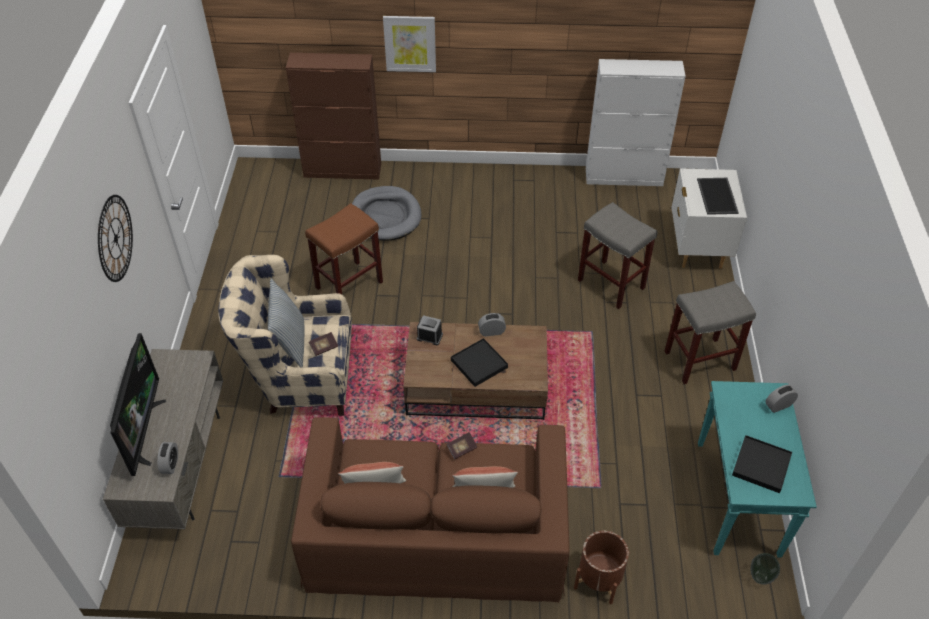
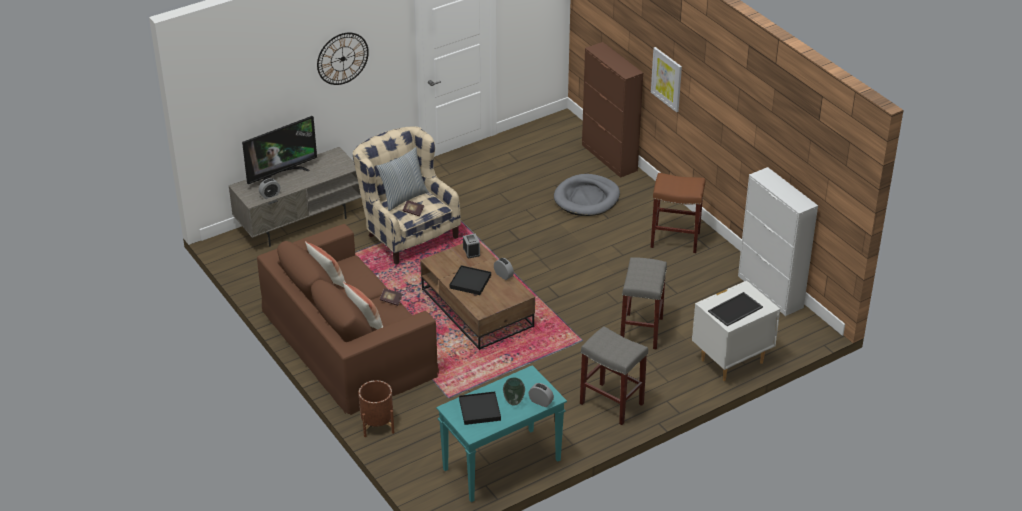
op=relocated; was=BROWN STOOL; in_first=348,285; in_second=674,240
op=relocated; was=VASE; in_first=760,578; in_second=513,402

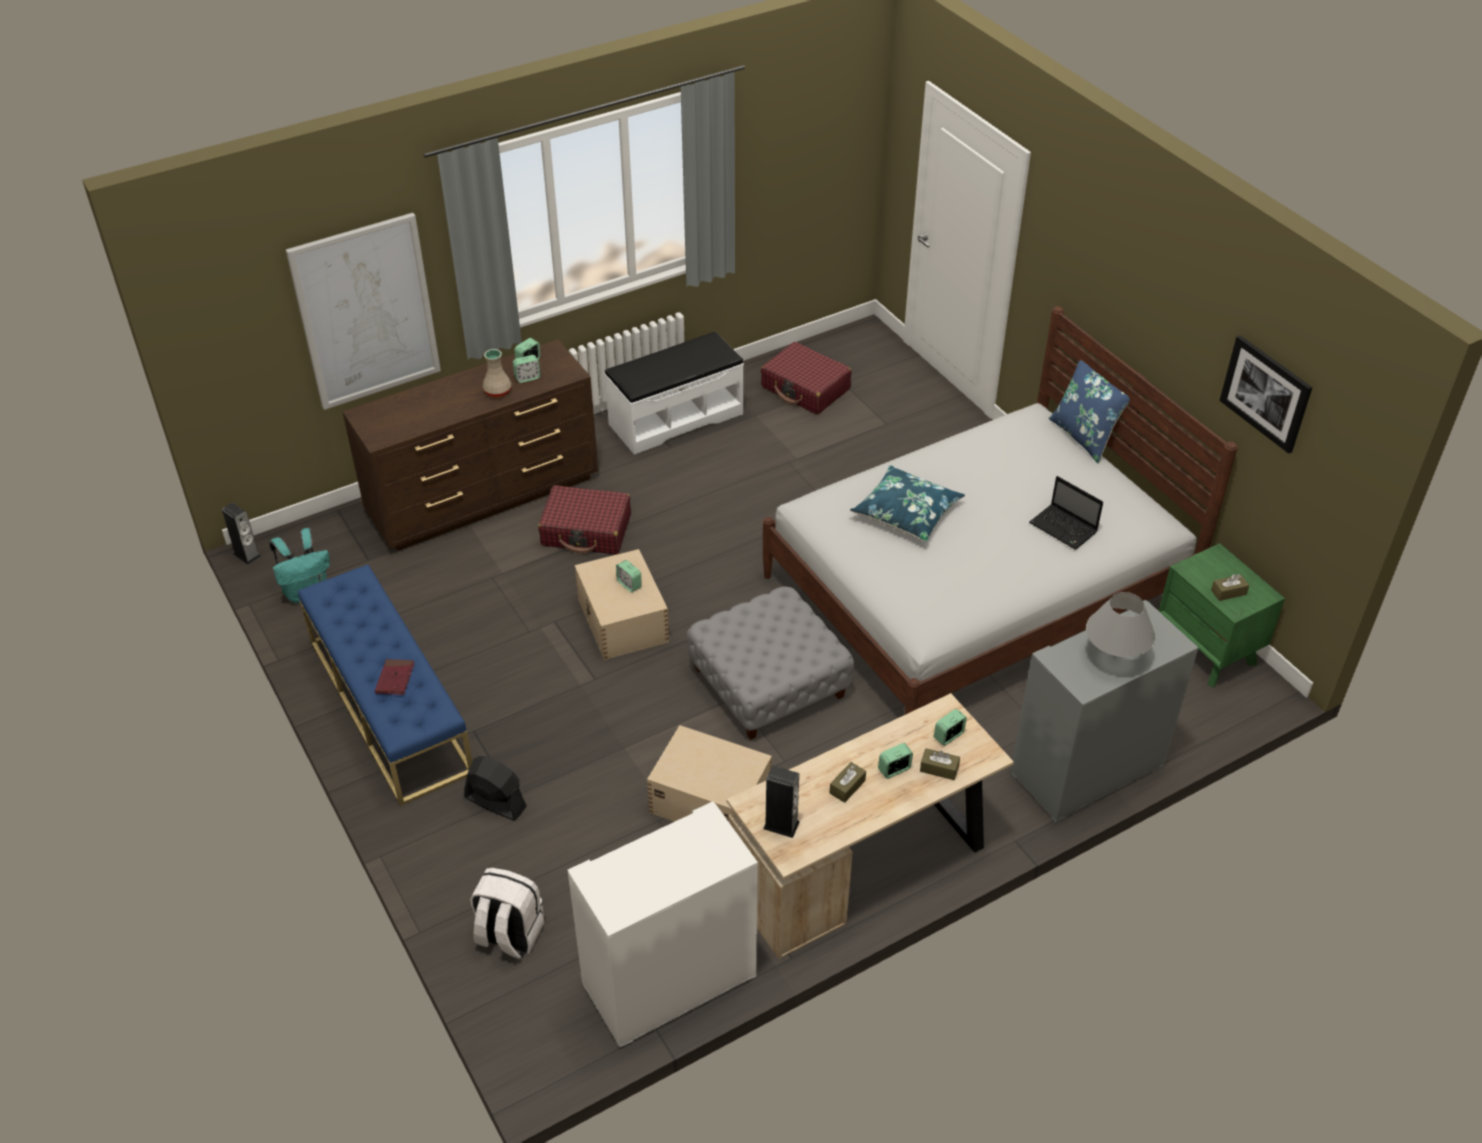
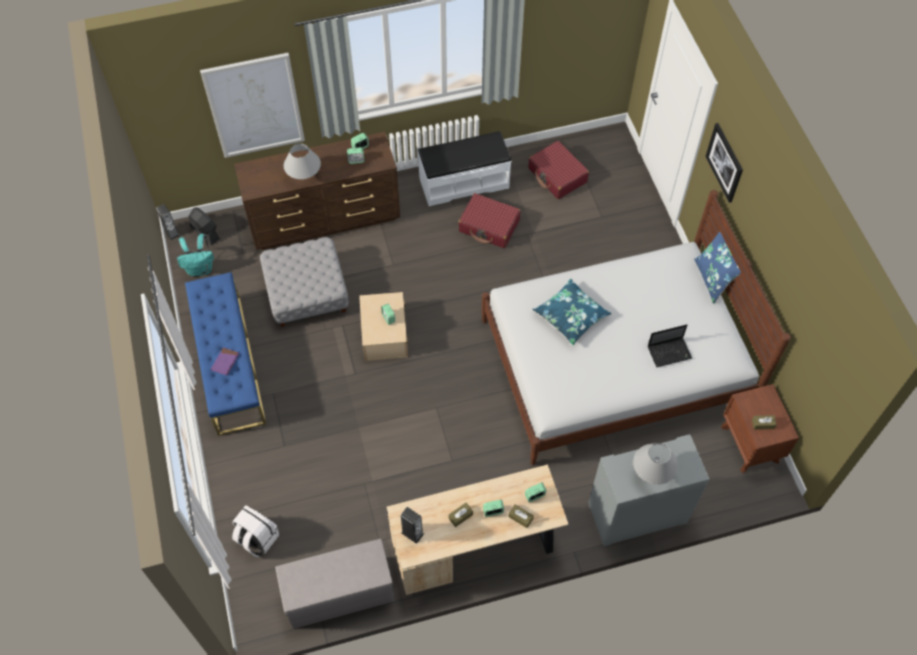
op=missing; was=BEIGE VASE; in_first=497,392
op=missing; was=BEIGE STORAGE BOX; in_first=709,800
op=appeared; now=GREY TABLE LAMP; in_second=304,177
op=relocated; was=BLACK FAN; in_first=495,802; in_second=205,232
op=relocated; was=RED SUITCASE; in_first=586,530; in_second=489,226
op=relocated; was=GREY OTTOMAN; in_first=769,682; in_second=307,292
op=relocated; was=PICTURE; in_first=1266,393; in_second=725,162
op=exchanged; was=WHITE CABINET; now=GREY BENCH; in_first=669,983; in_second=338,594
op=colour; was=RED BOOK; now=PURPLE BOOK; in_first=395,679; in_second=225,362
op=colour; was=GREEN NIGHTSTAND; now=BROWN NIGHTSTAND; in_first=1207,650; in_second=750,444
op=spun; was=LAPTOP; in_first=1064,528; in_second=670,352; clockwise=-75

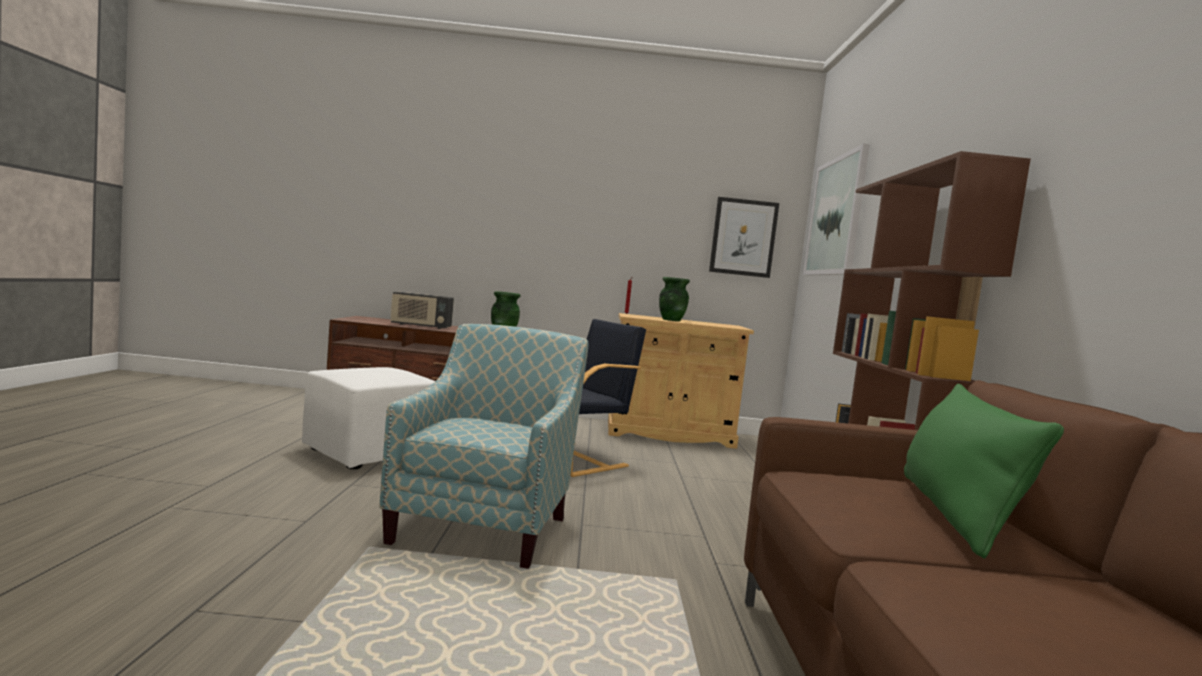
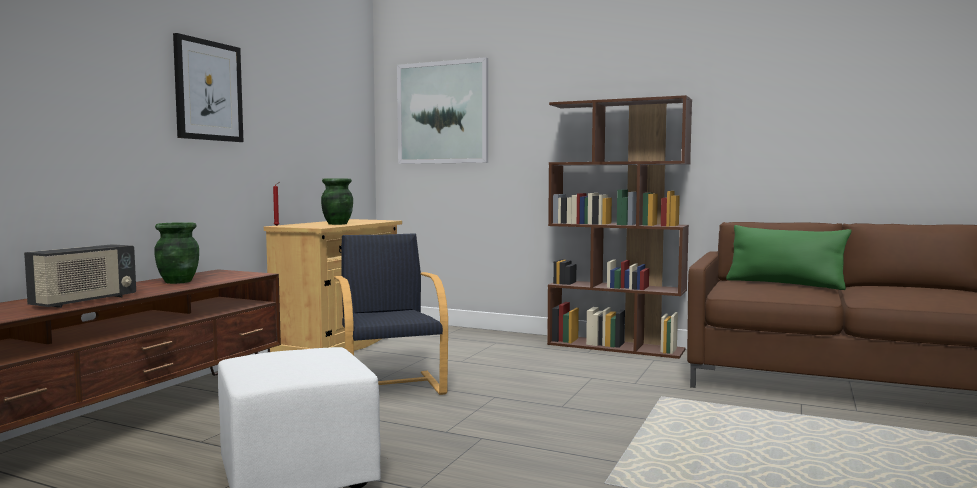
op=missing; was=ARMCHAIR; in_first=485,523
op=relocated; was=PICTURE; in_first=743,237; in_second=208,91

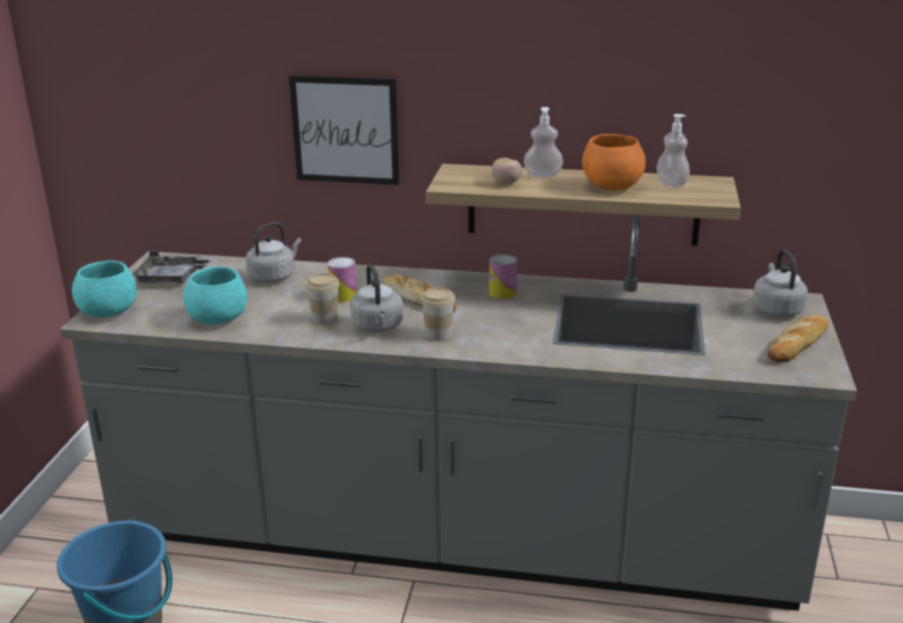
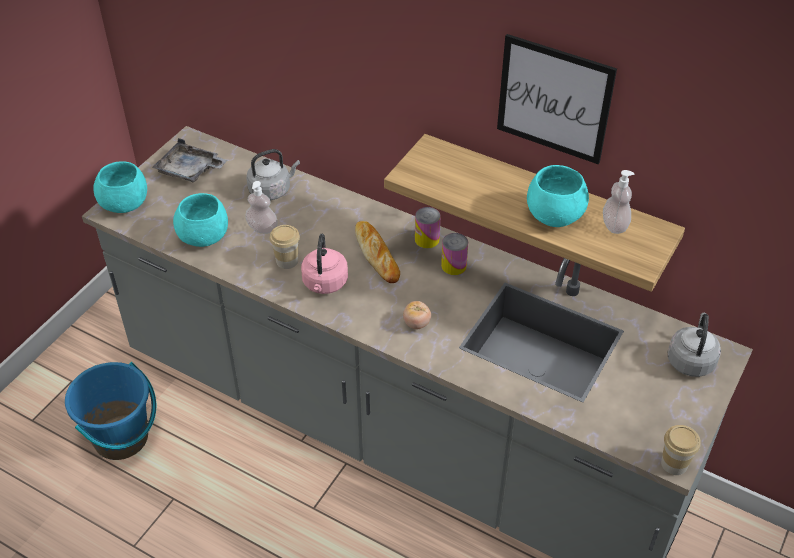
op=missing; was=BREAD; in_first=798,343
op=relocated; was=PICTURE; in_first=345,130; in_second=554,99
op=relocated; was=CAN; in_first=343,296; in_second=427,239
op=relocated; was=CUP; in_first=438,334; in_second=674,464
op=relocated; was=TOMATO; in_first=506,183; in_second=416,323
op=relocated; was=SOAP DISPENSER; in_first=542,175; in_second=262,228
op=colour; was=GREY KETTLE; now=PINK KETTLE; in_first=378,327; in_second=325,284
op=colour; was=ORANGE BOWL; now=TURQUOISE BOWL; in_first=612,186; in_second=555,215

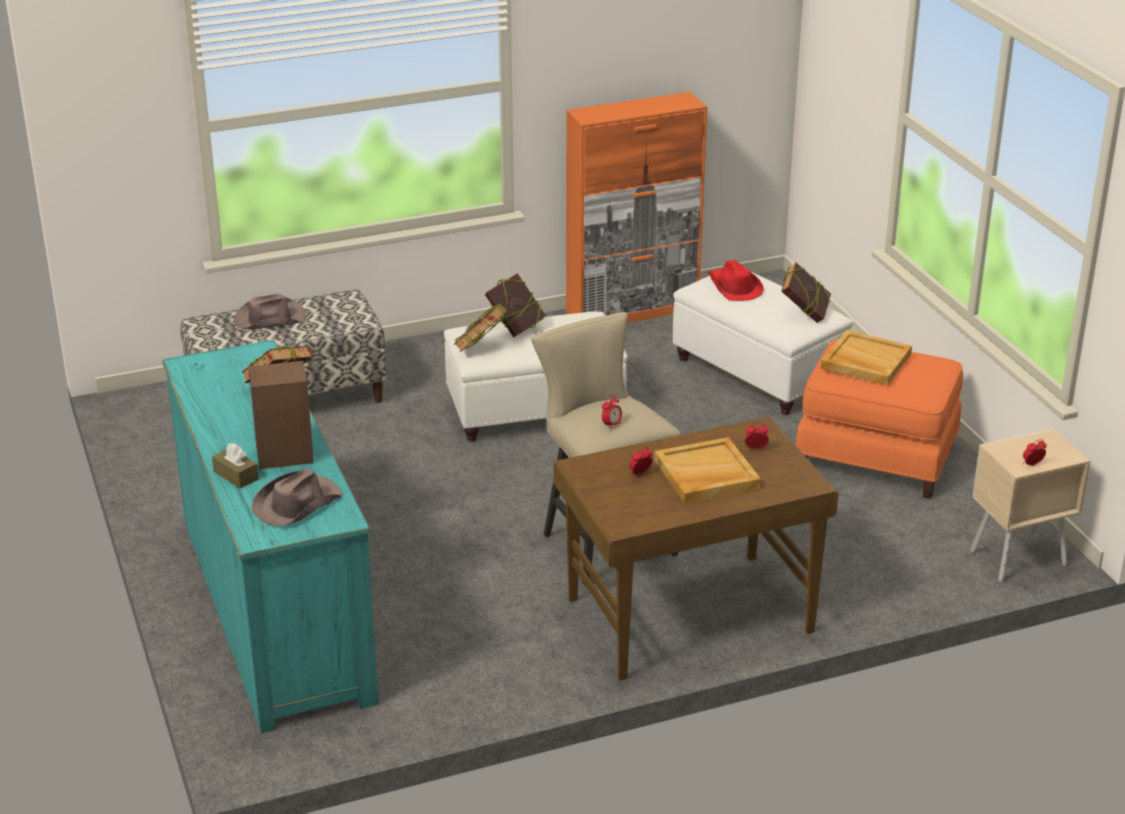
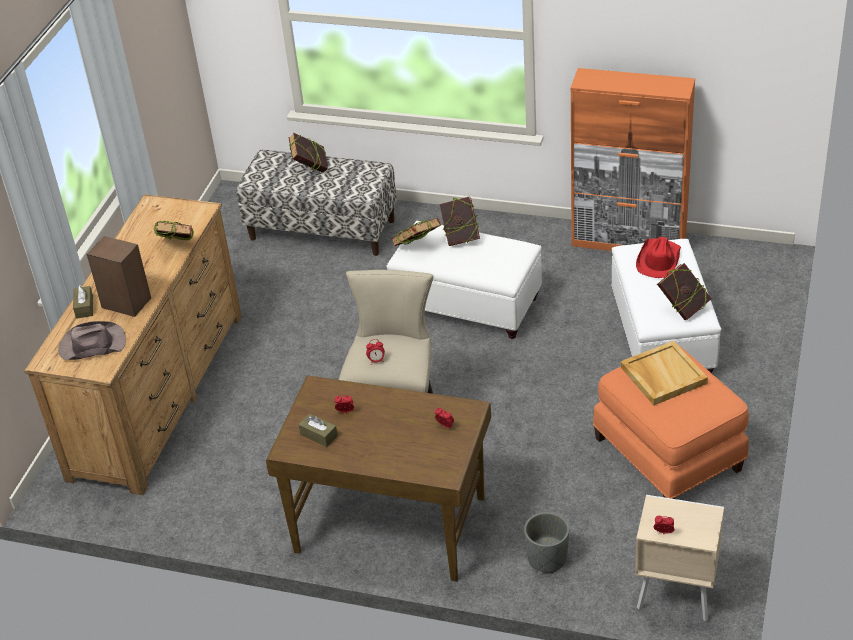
op=missing; was=BEIGE TRAY; in_first=706,474
op=appeared; now=BROWN TISSUE BOX; in_second=319,435
op=appeared; now=GREY PLANTER; in_second=547,558
op=exchanged; was=BROWN HAT; now=BOOK; in_first=268,318; in_second=310,169
op=colour; was=TURQUOISE DRESSER; now=BROWN DRESSER; in_first=275,608; in_second=158,394

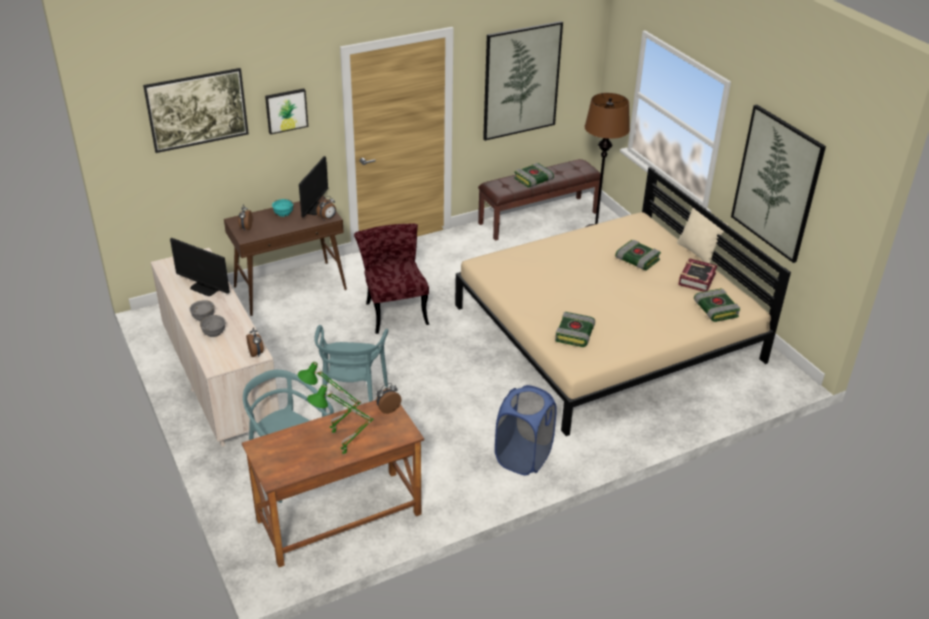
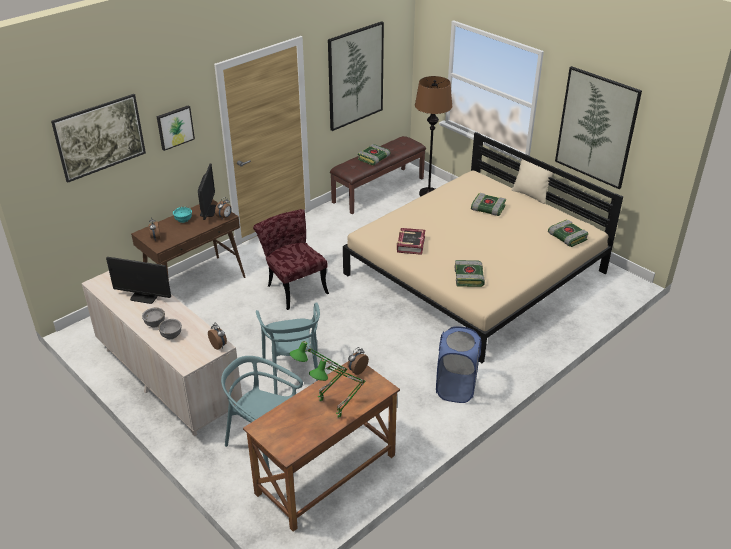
op=relocated; was=BOOK; in_first=696,279; in_second=410,244

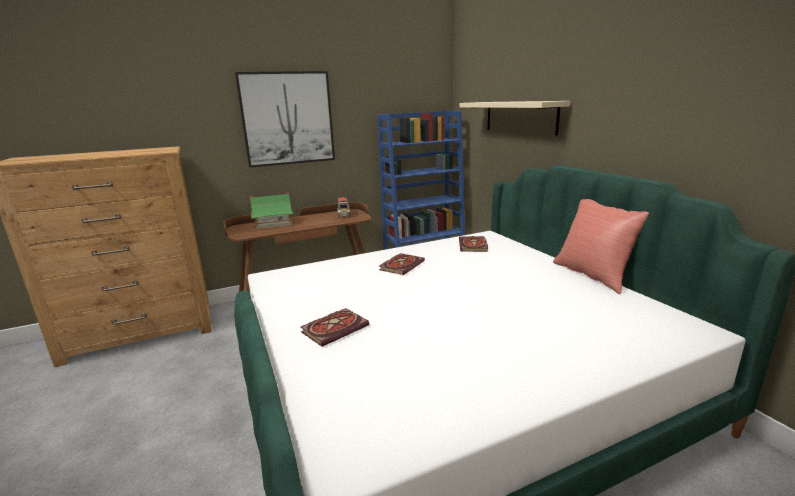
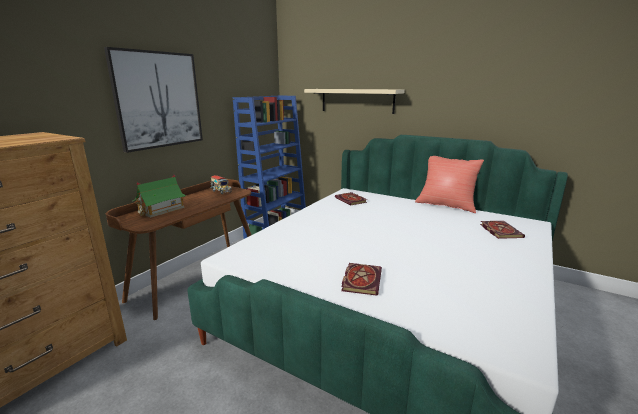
op=relocated; was=BOOK; in_first=401,265; in_second=499,230

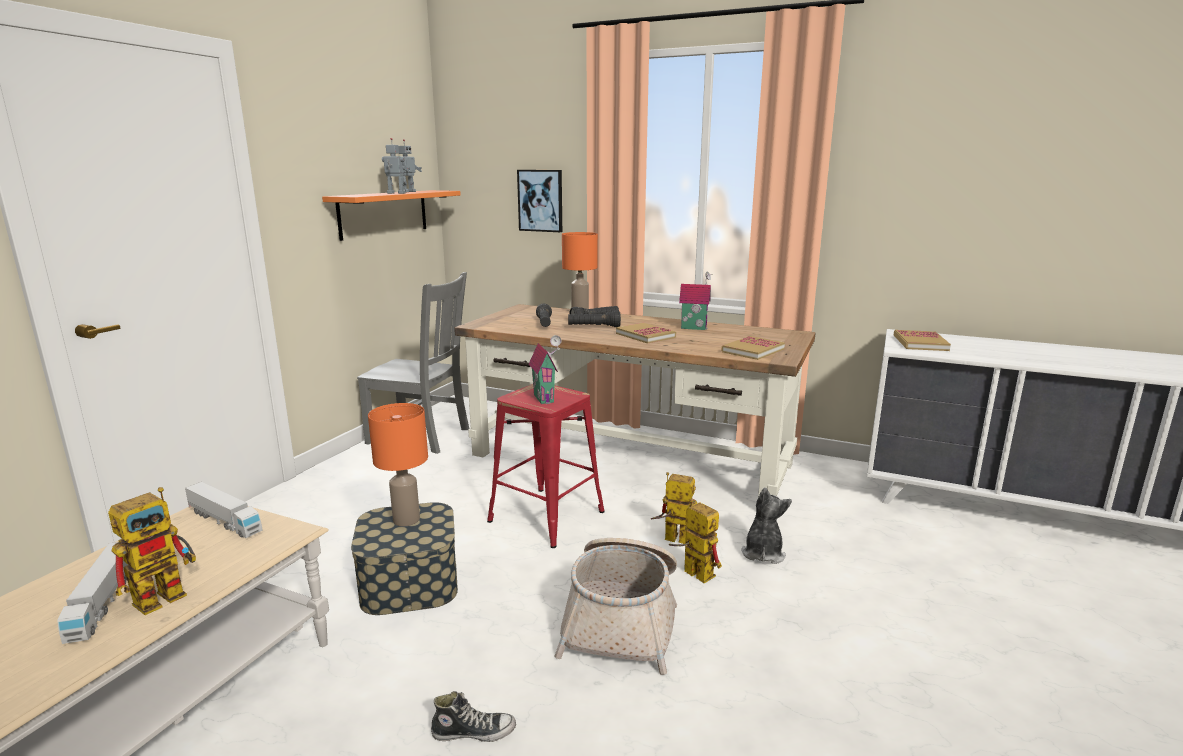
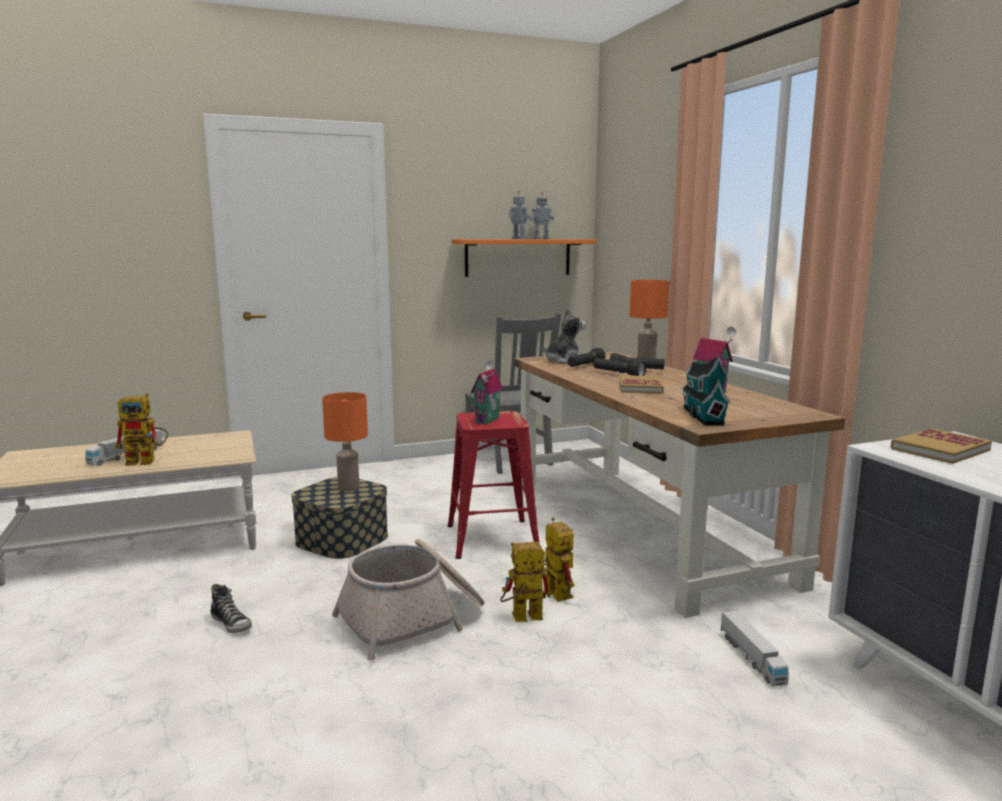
op=missing; was=PICTURE; in_first=540,200
op=relocated; was=TOY TRUCK; in_first=225,521; in_second=751,658
op=relocated; was=PLUSH TOY; in_first=763,553; in_second=564,361
op=exchanged; was=BOOK; now=TOY HOUSE; in_first=753,350; in_second=702,415
op=spun; was=TOY ROBOT; in_first=692,572; in_second=520,619; clockwise=-105

